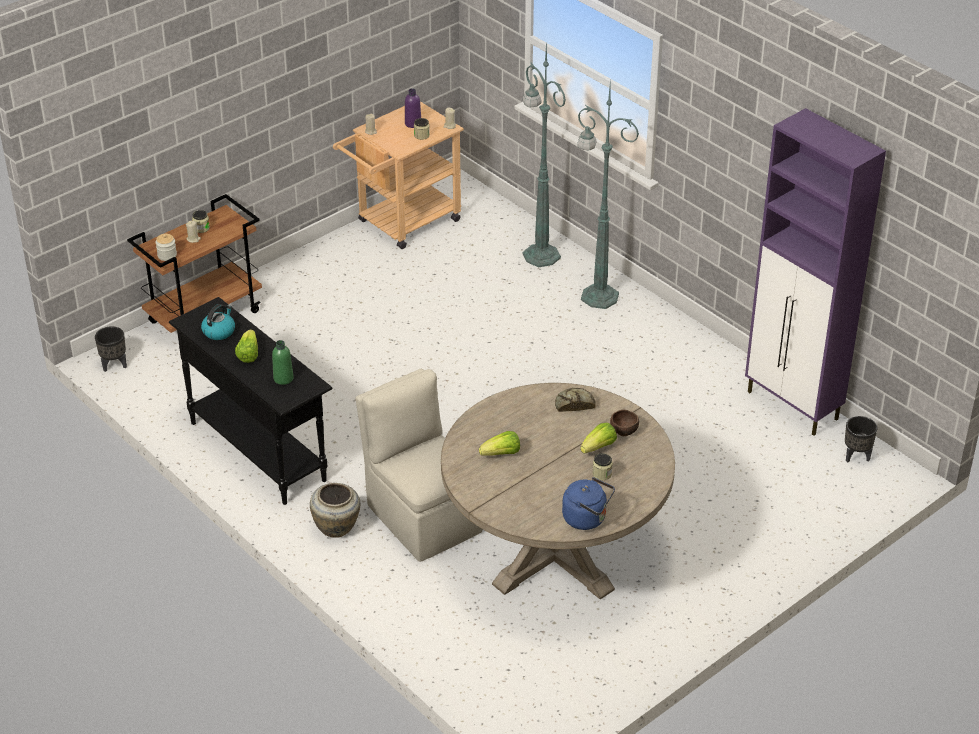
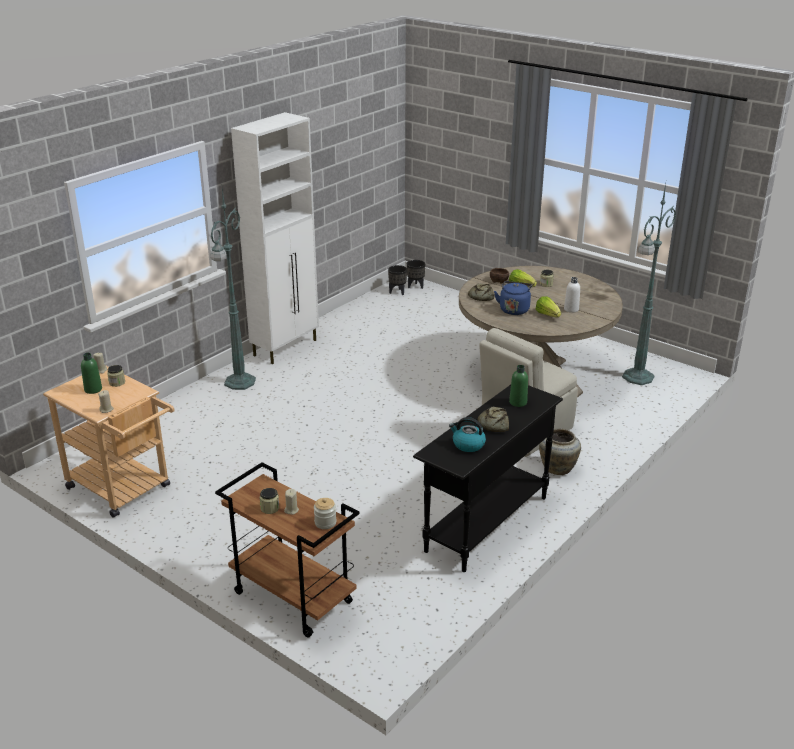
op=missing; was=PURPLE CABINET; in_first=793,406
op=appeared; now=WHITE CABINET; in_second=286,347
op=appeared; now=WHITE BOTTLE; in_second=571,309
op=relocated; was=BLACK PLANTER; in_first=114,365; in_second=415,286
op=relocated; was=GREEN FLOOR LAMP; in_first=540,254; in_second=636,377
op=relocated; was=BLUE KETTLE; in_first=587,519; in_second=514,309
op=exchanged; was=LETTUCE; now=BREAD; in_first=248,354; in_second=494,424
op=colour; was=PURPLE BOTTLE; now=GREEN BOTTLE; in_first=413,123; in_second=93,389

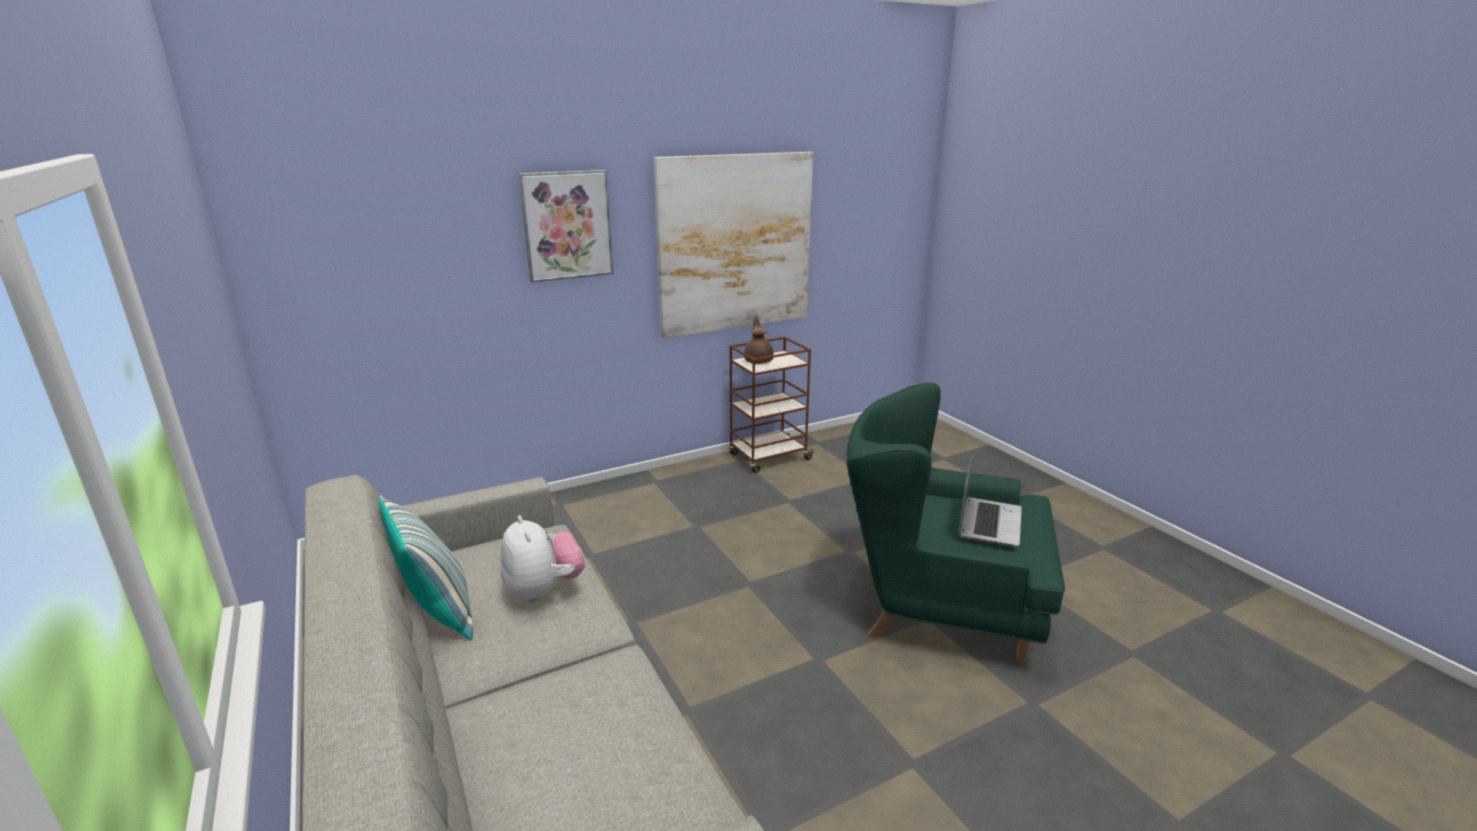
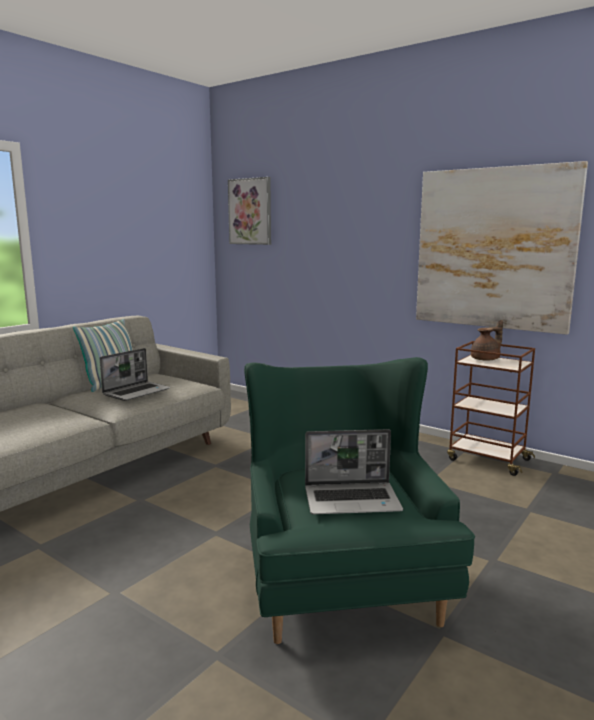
op=relocated; was=PICTURE; in_first=567,225; in_second=250,211
op=exchanged; was=PLUSH TOY; now=LAPTOP; in_first=544,591; in_second=137,392

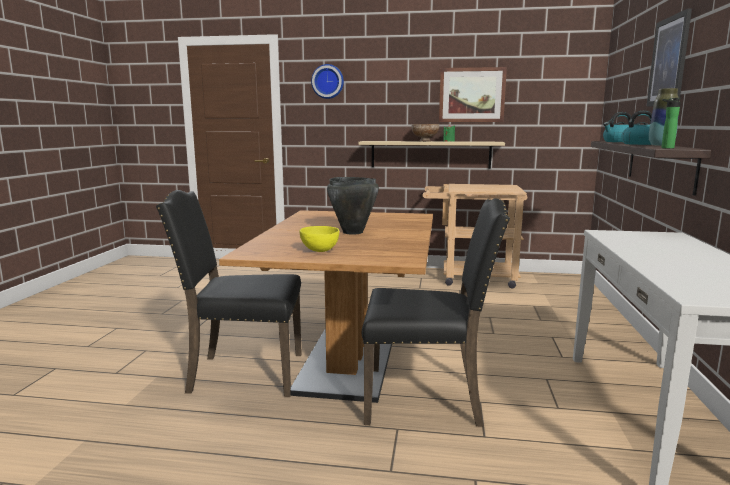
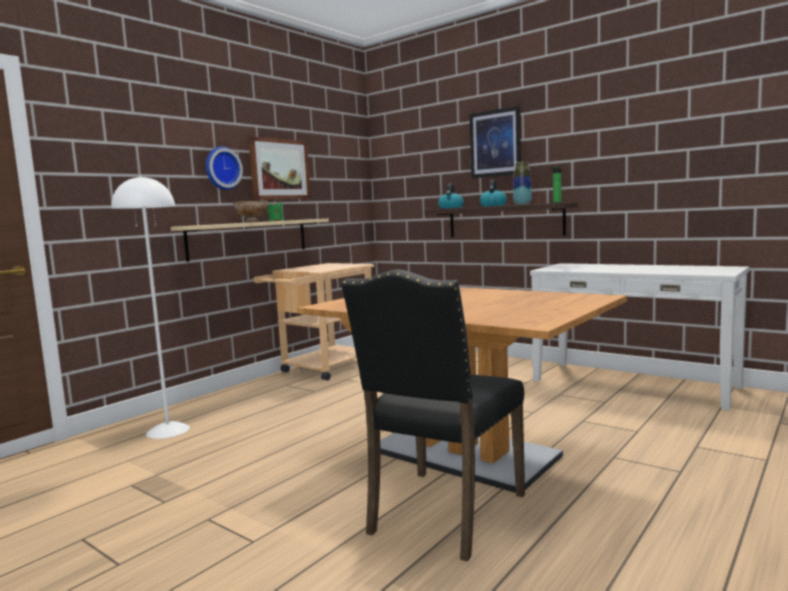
op=missing; was=YELLOW BOWL; in_first=319,250
op=missing; was=BLACK COOKING POT; in_first=353,232
op=missing; was=BLACK CHAIR; in_first=426,400
op=appeared; now=WHITE FLOOR LAMP; in_second=168,430
op=relocated; was=WALL CLOCK; in_first=328,81; in_second=221,168

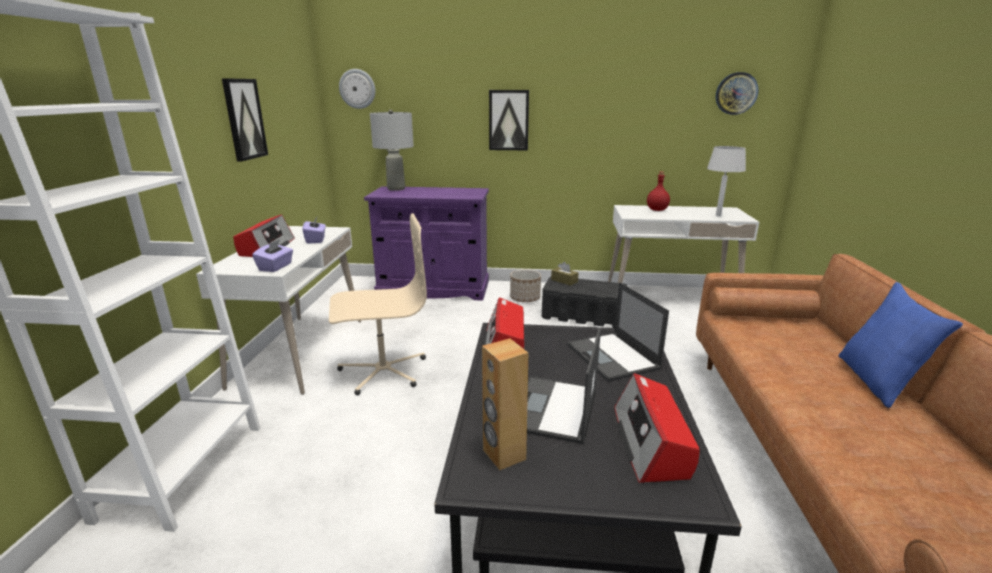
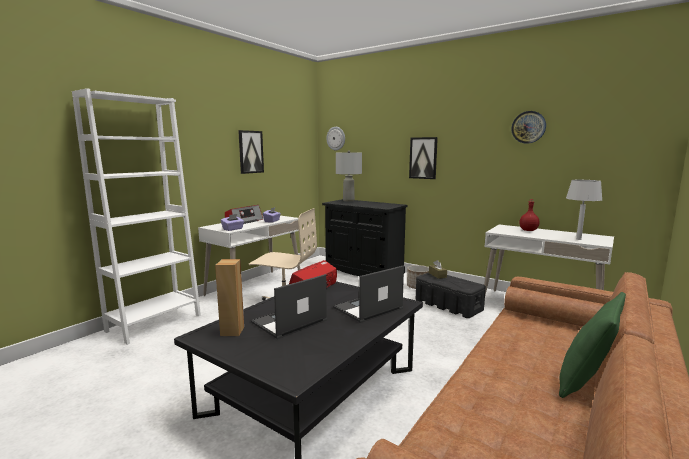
op=missing; was=RADIO; in_first=651,442
op=relocated; was=WALL CLOCK; in_first=736,93; in_second=528,127
op=colour; was=PURPLE CABINET; now=BLACK CABINET; in_first=433,289; in_second=363,271
op=colour; was=BLUE PILLOW; now=GREEN PILLOW; in_first=878,382; in_second=586,381
op=spun; was=LAPTOP; in_first=613,357; in_second=367,308; clockwise=45

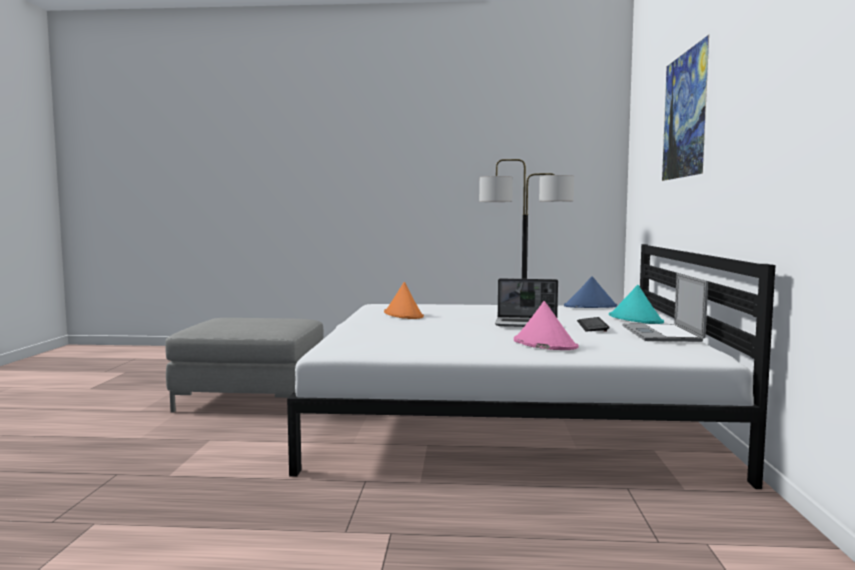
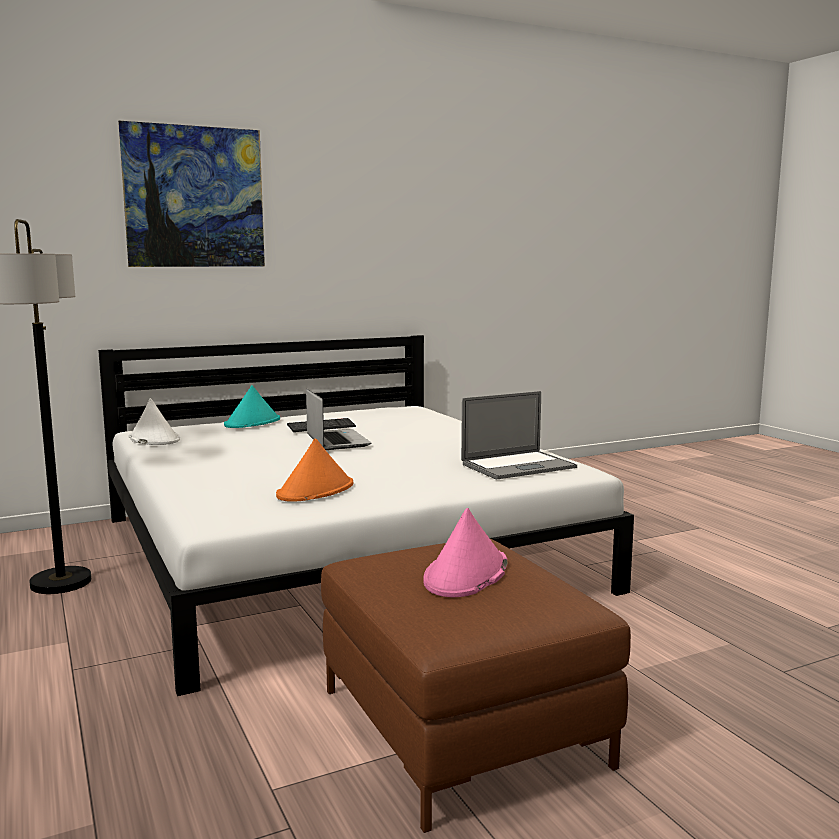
op=relocated; was=PINK HAT; in_first=544,344; in_second=466,574
op=relocated; was=LAPTOP; in_first=661,333; in_second=518,466
op=colour; was=GREY OTTOMAN; now=BROWN OTTOMAN; in_first=252,398; in_second=460,726
op=colour; was=BLUE HAT; now=WHITE HAT; in_first=590,306; in_second=154,439

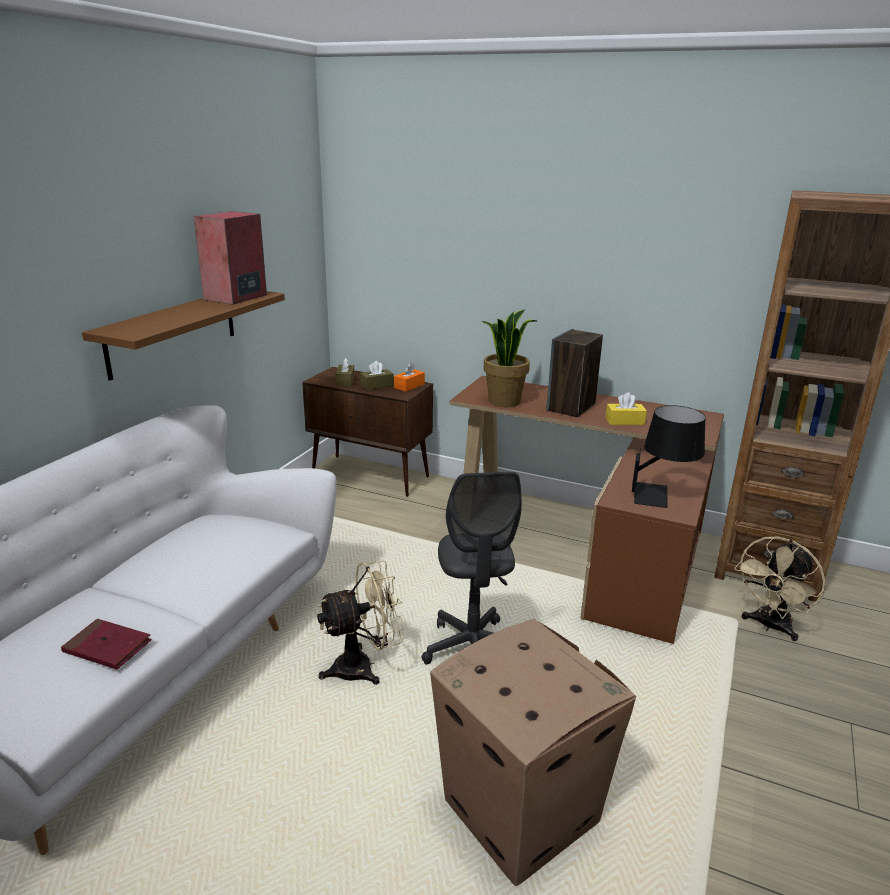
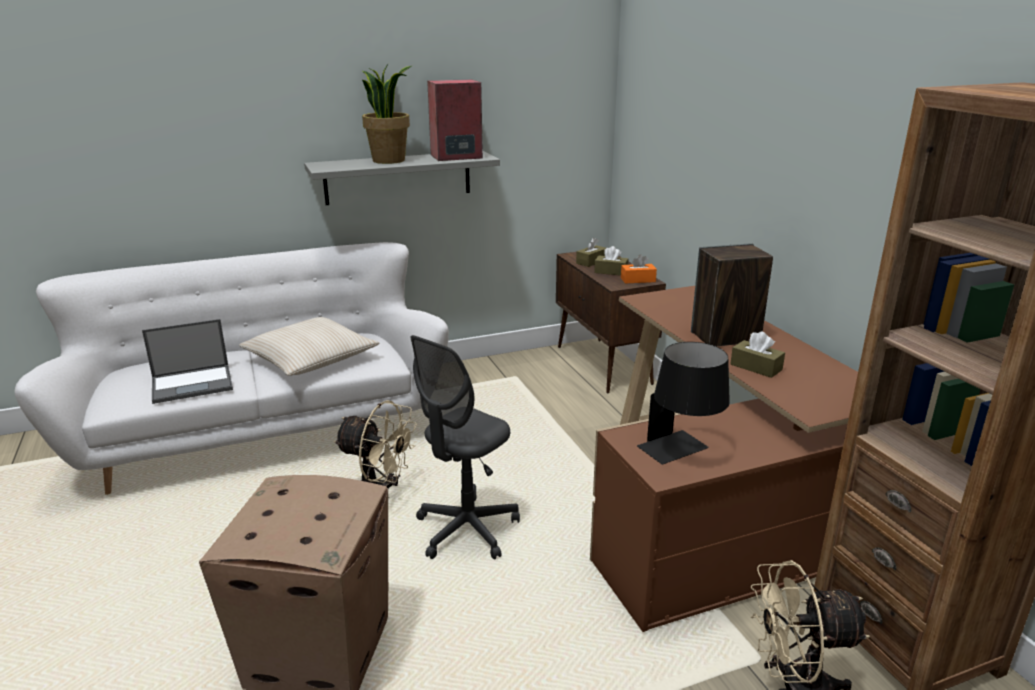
op=appeared; now=BEIGE PILLOW; in_second=310,359
op=relocated; was=POTTED PLANT; in_first=504,401; in_second=389,160
op=exchanged; was=RED BOOK; now=LAPTOP; in_first=107,647; in_second=193,384
op=colour; was=BROWN SHELF; now=GREY SHELF; in_first=173,331; in_second=398,177
op=colour; was=YELLOW TISSUE BOX; now=BROWN TISSUE BOX; in_first=624,421; in_second=756,367

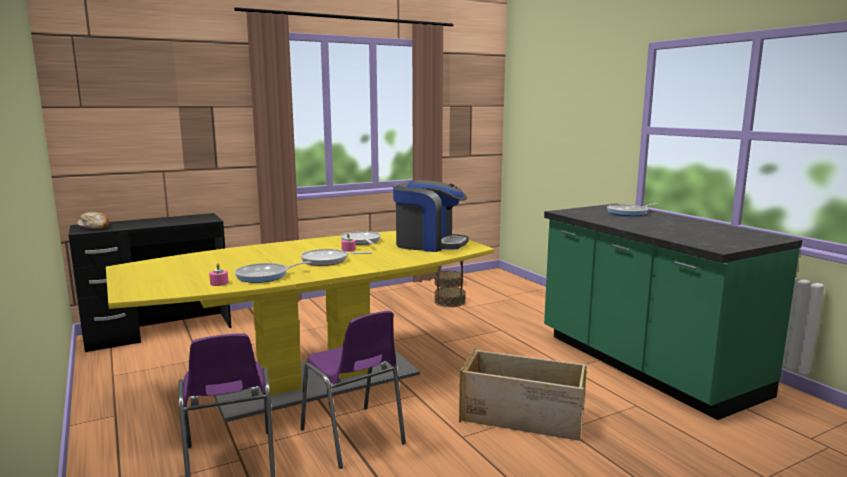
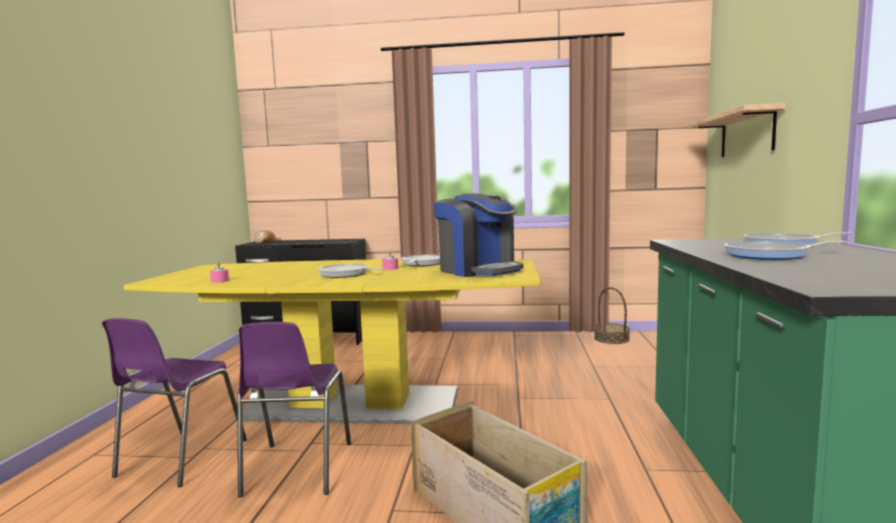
op=missing; was=BASKET; in_first=449,302
op=appeared; now=SHELF; in_second=747,134
op=relocated; was=FRYING PAN; in_first=265,276; in_second=771,255

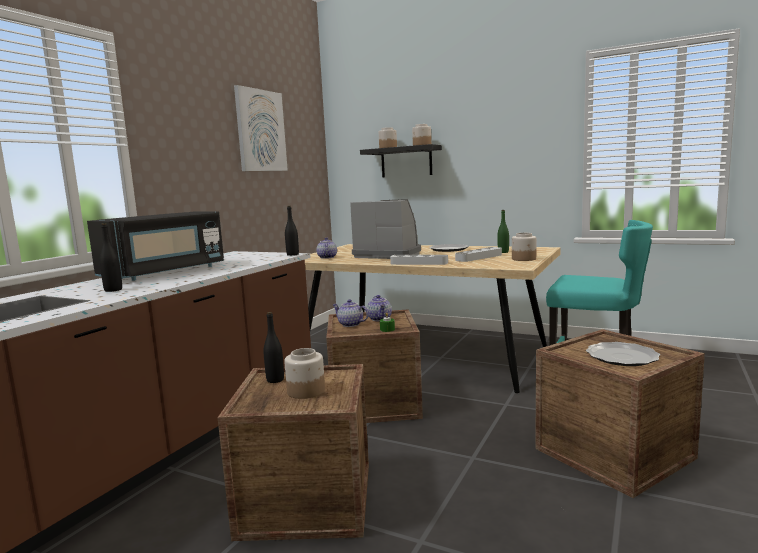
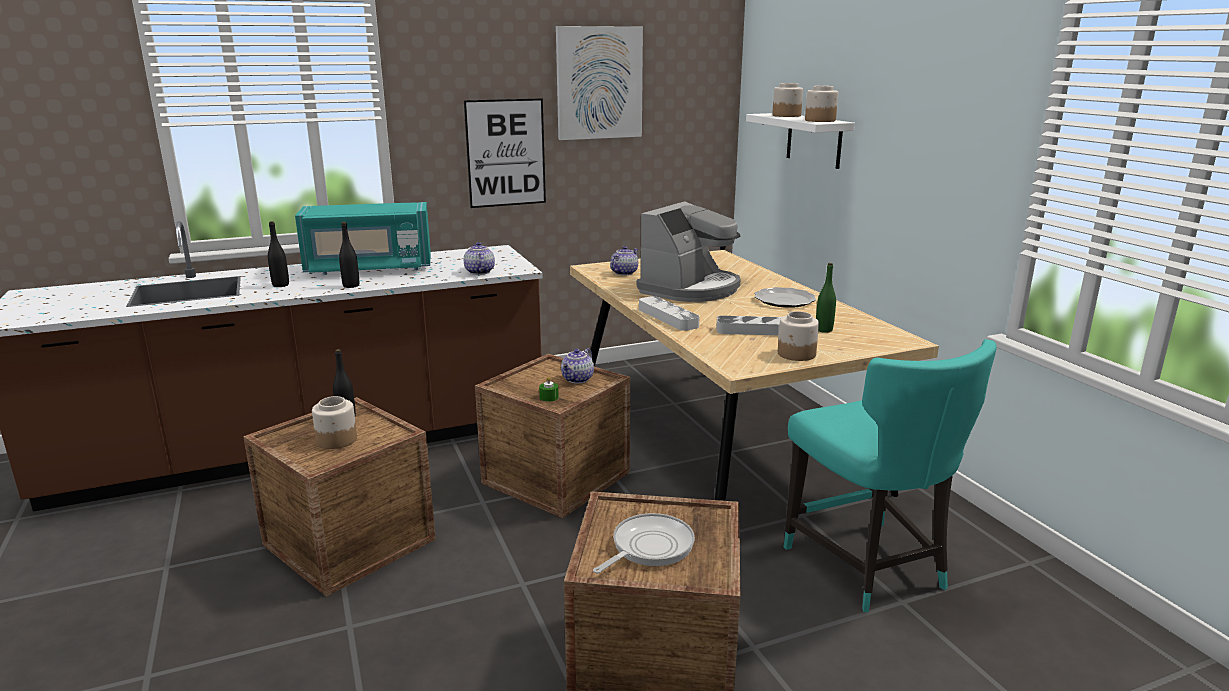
op=appeared; now=PICTURE; in_second=505,153
op=relocated; was=BLACK BOTTLE; in_first=292,254; in_second=351,286
op=relocated; was=TEAPOT; in_first=350,324; in_second=479,272
op=exchanged; was=PLATE; now=FRYING PAN; in_first=621,357; in_second=649,547
op=colour; was=BLACK MICROWAVE; now=TURQUOISE MICROWAVE; in_first=165,272; in_second=369,268
op=colour; was=BLACK SHELF; now=WHITE SHELF; in_first=406,162; in_second=814,140
op=spun; was=COFFEE MACHINE; in_first=388,255; in_second=690,289; clockwise=60

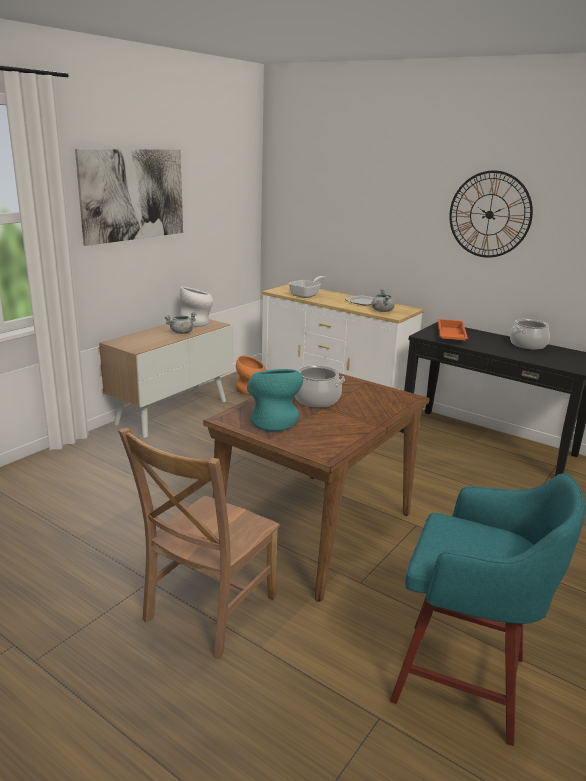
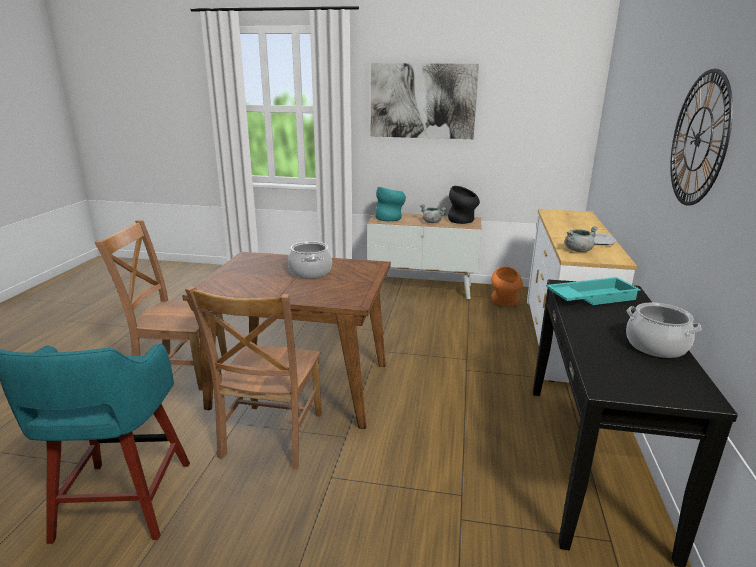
op=missing; was=FRYING PAN; in_first=307,295
op=appeared; now=BROWN CHAIR; in_second=270,437
op=relocated; was=TURQUOISE VASE; in_first=273,420; in_second=390,218
op=colour; was=WHITE VASE; now=BLACK VASE; in_first=197,323; in_second=462,221
op=colour; was=ORANGE TRAY; now=TURQUOISE TRAY; in_first=449,336; in_second=591,297

